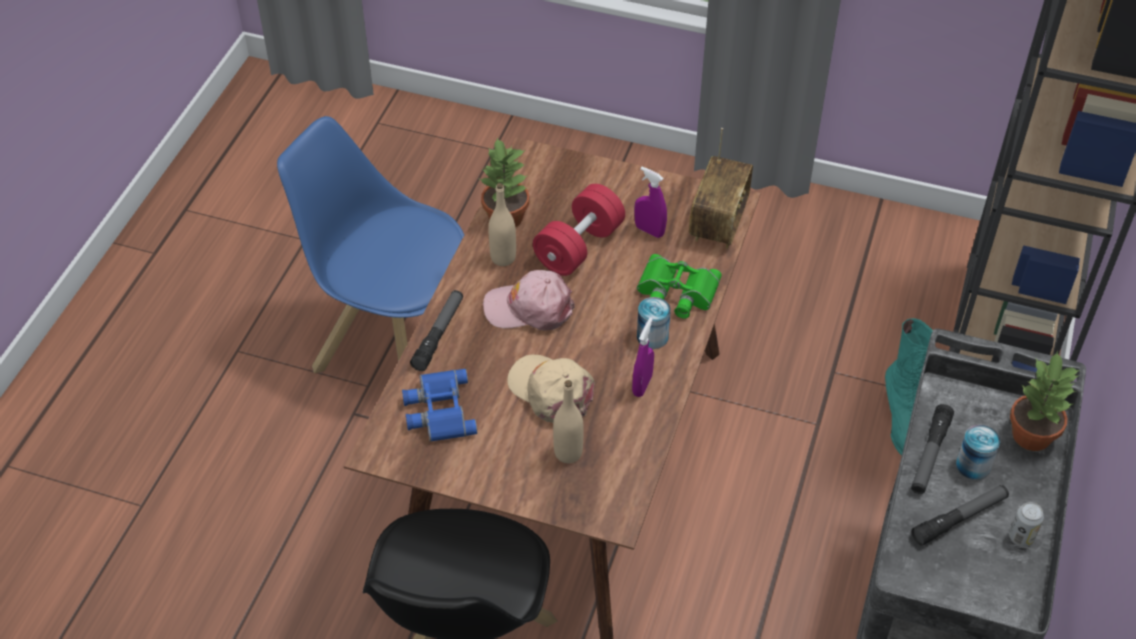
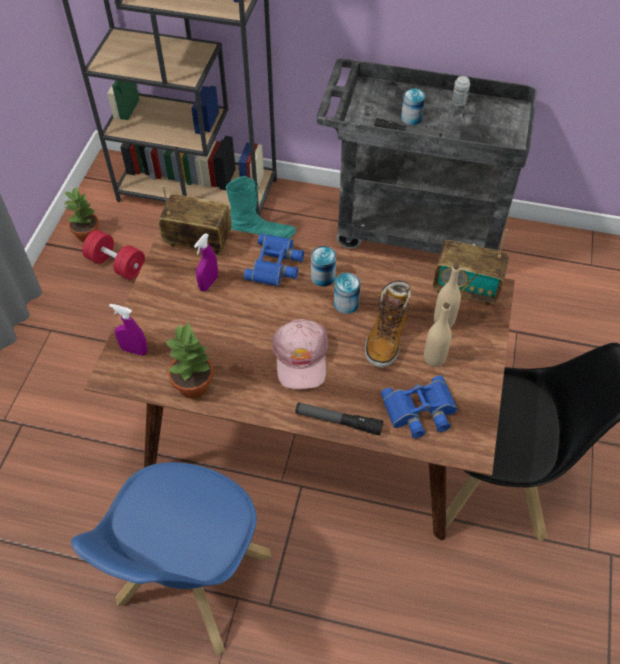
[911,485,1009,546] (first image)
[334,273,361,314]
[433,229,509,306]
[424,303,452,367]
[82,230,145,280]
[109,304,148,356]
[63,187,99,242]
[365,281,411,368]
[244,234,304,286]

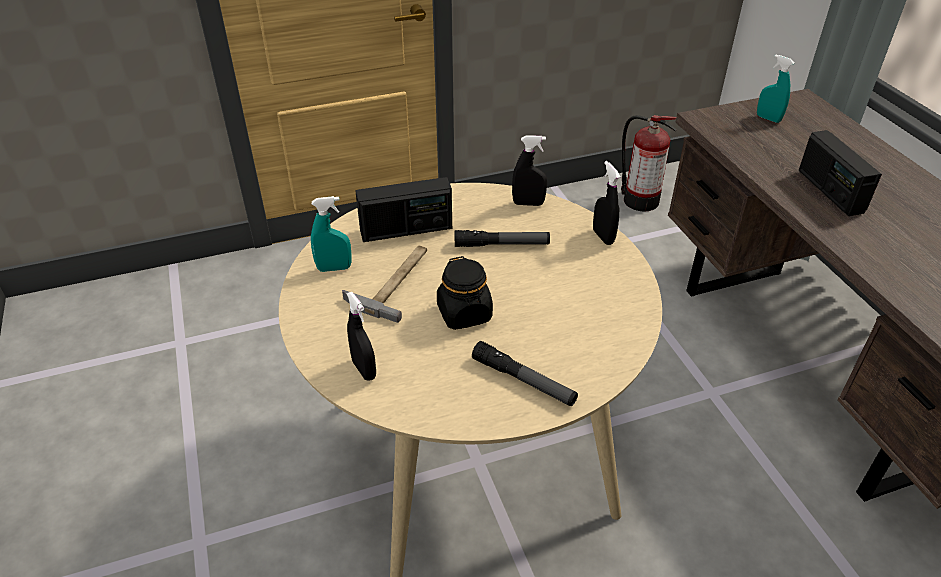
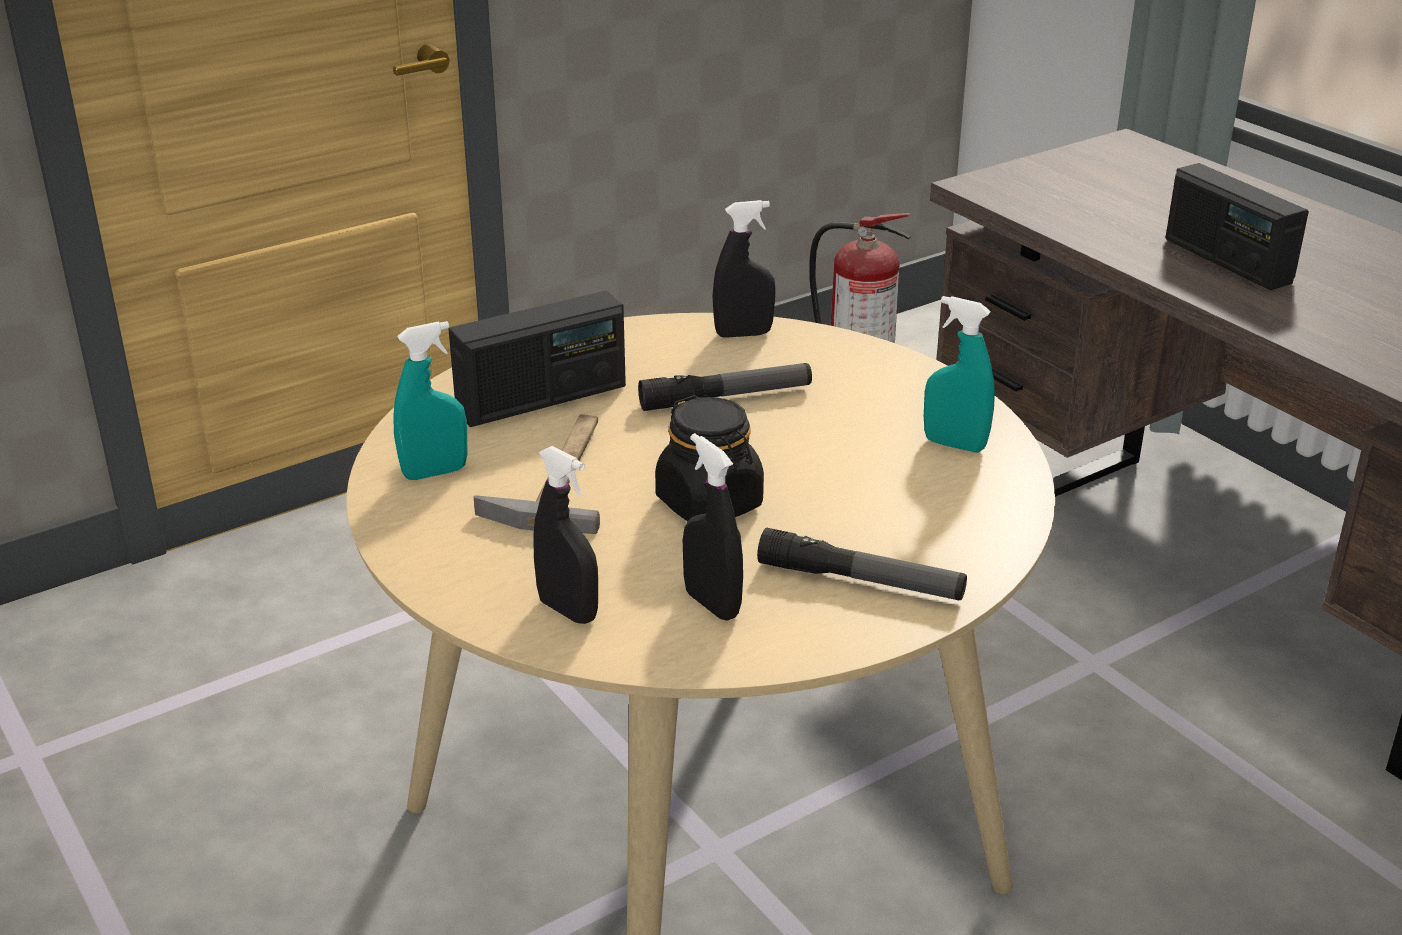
[683,433,743,621]
[924,296,995,453]

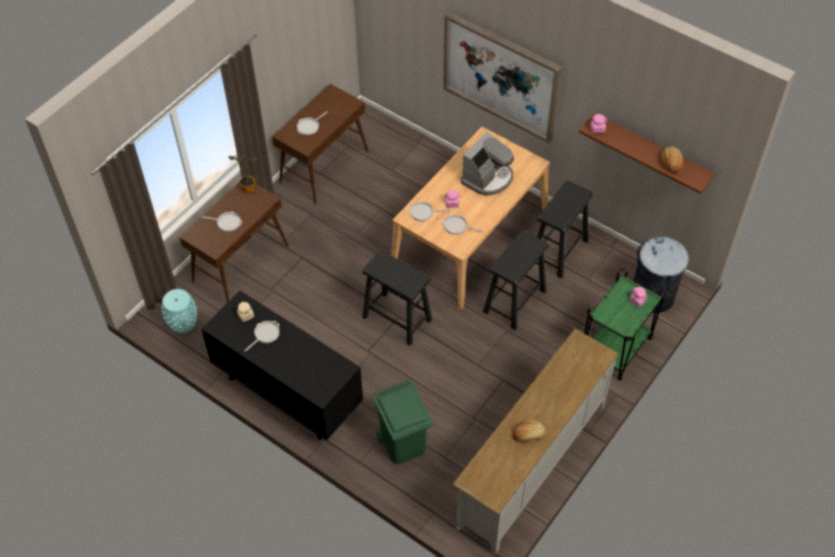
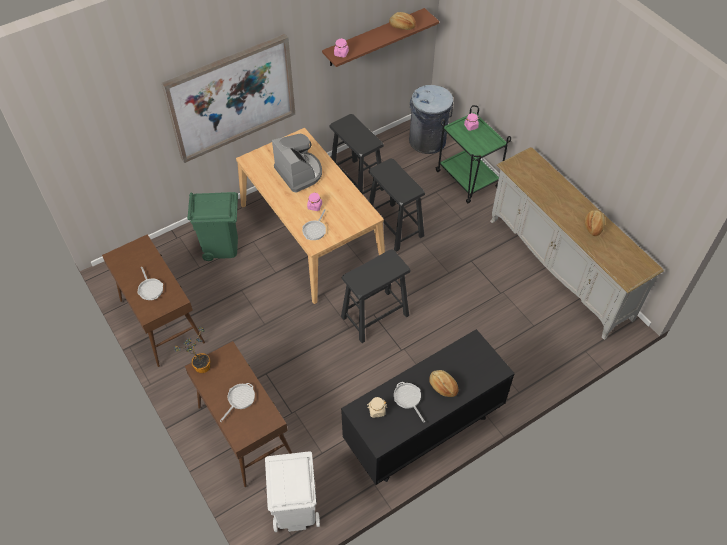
[442,214,483,235] (first image)
[429,370,458,397]
[187,192,238,261]
[265,451,320,532]

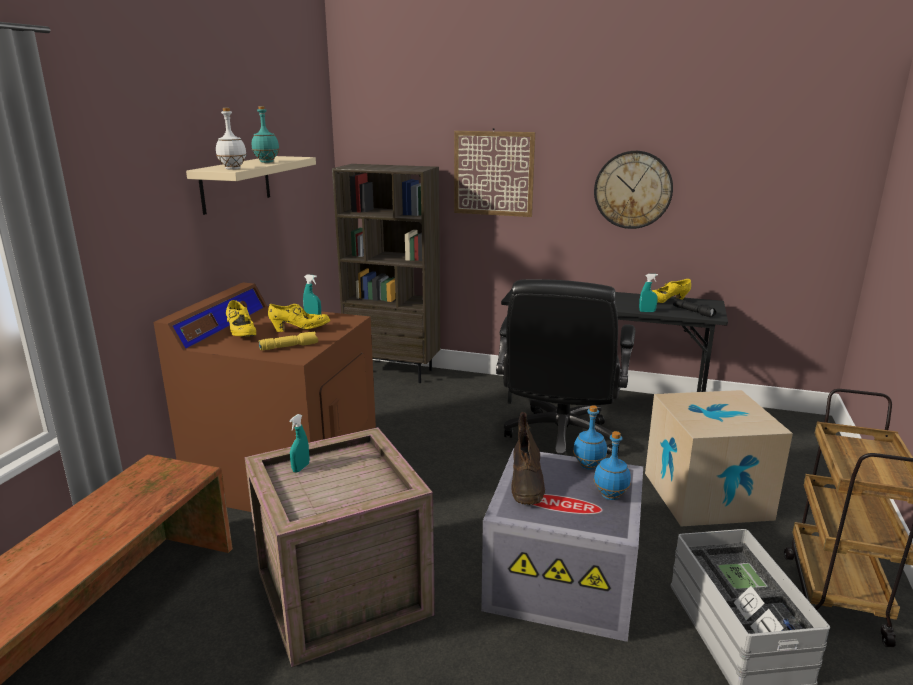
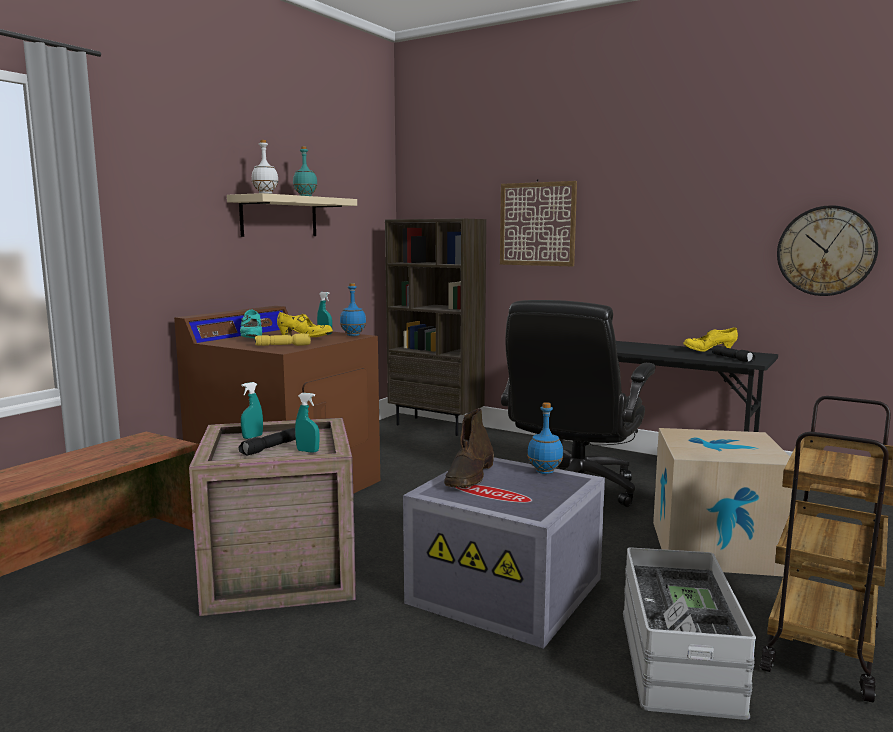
[239,428,296,456]
[777,205,878,296]
[340,283,366,336]
[295,393,320,453]
[240,310,262,338]

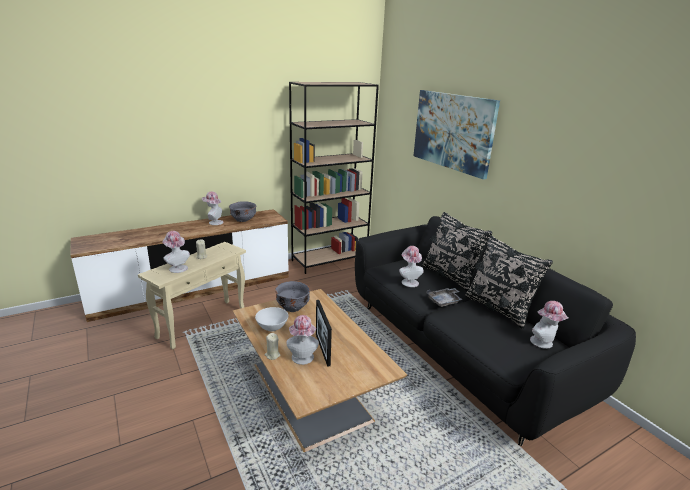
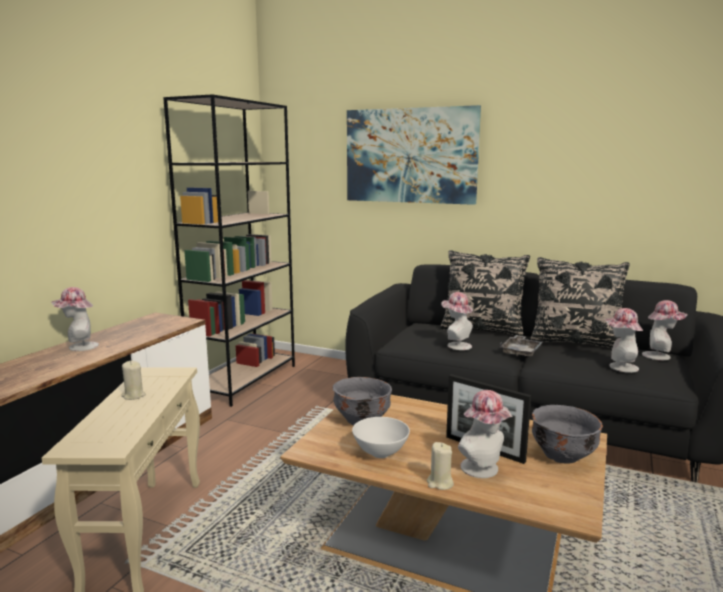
[604,308,643,373]
[532,405,603,463]

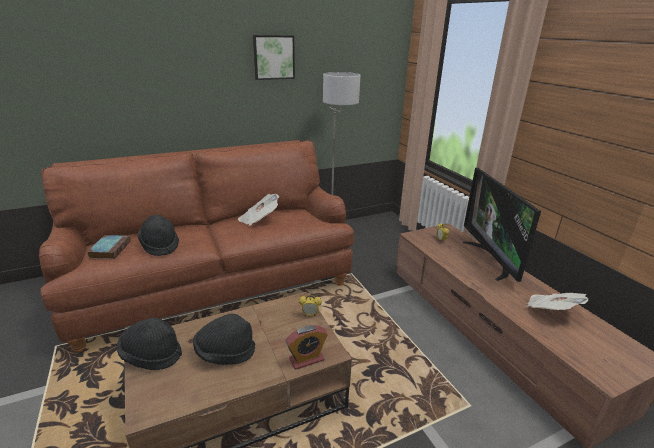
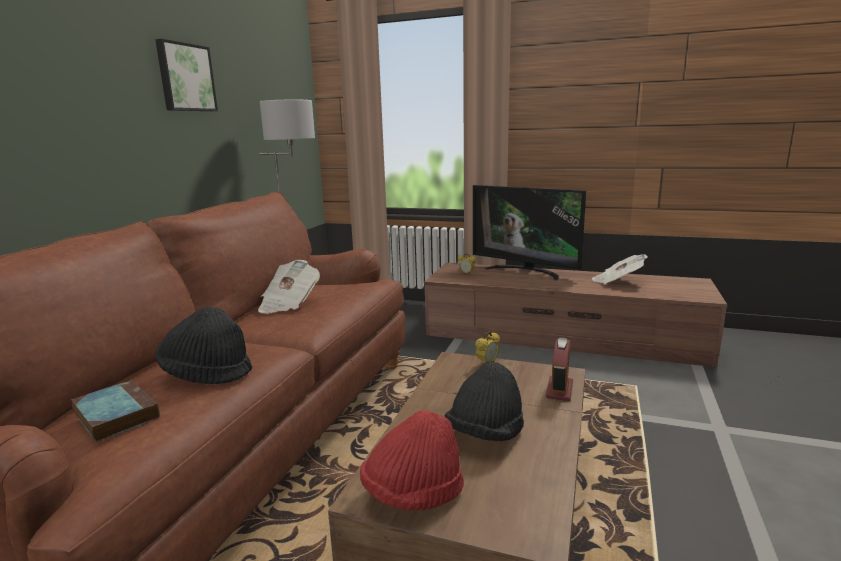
[360,411,464,511]

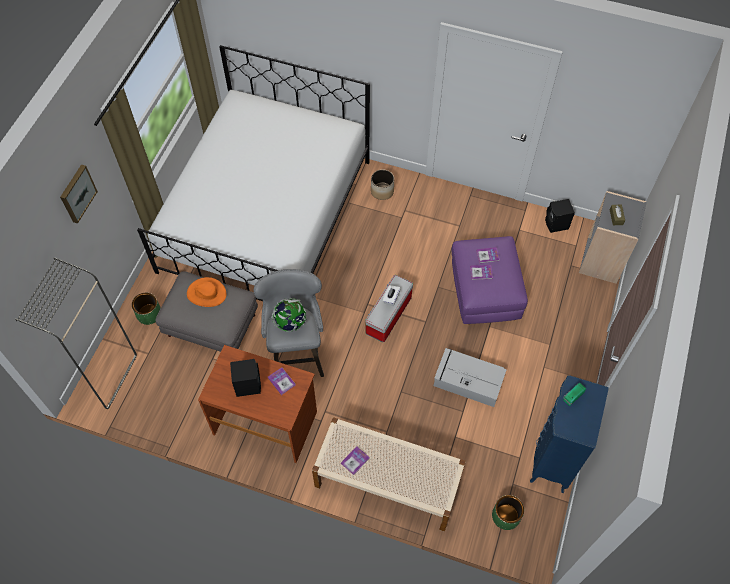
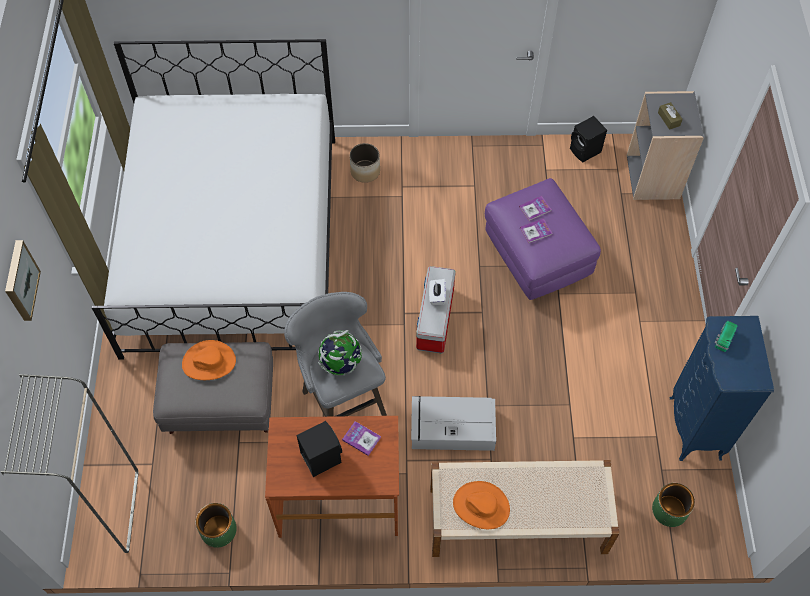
[196,503,237,548]
[411,396,496,451]
[453,481,510,529]

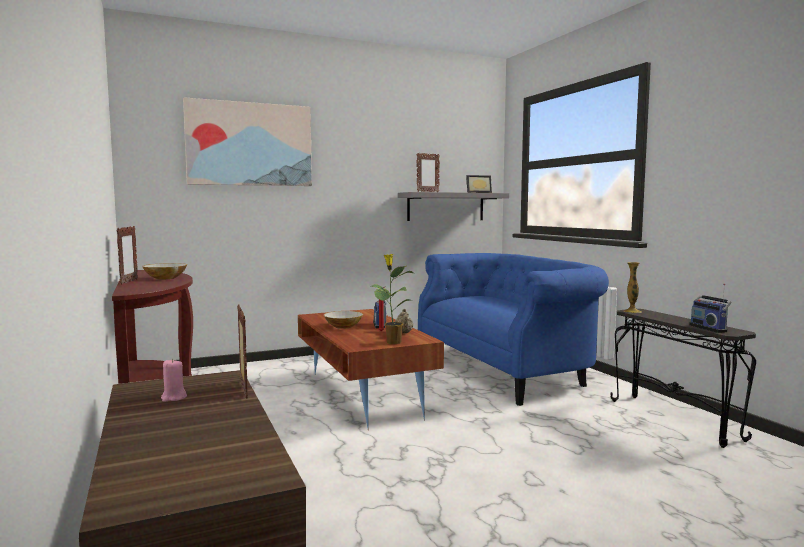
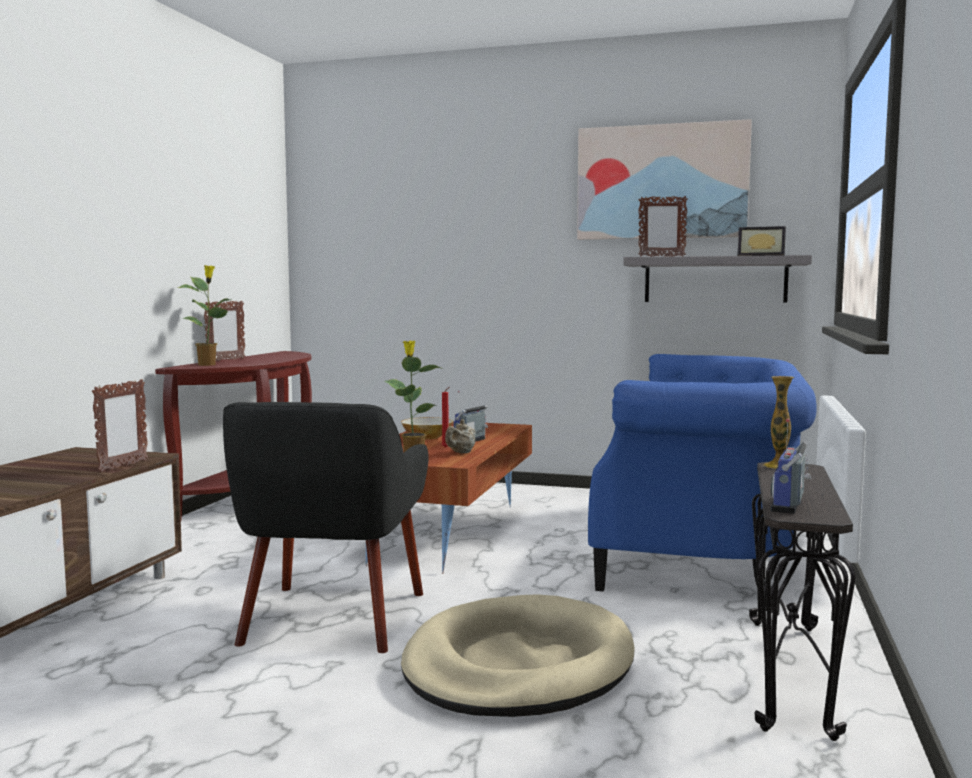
[142,263,187,279] (first image)
[161,359,187,402] (first image)
[179,265,230,366]
[223,402,429,653]
[401,595,635,717]
[577,119,752,240]

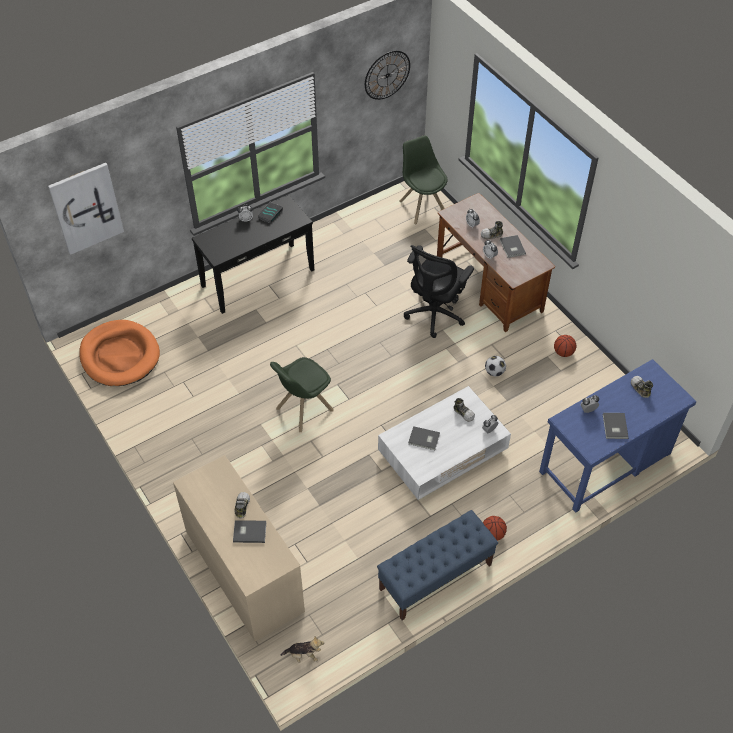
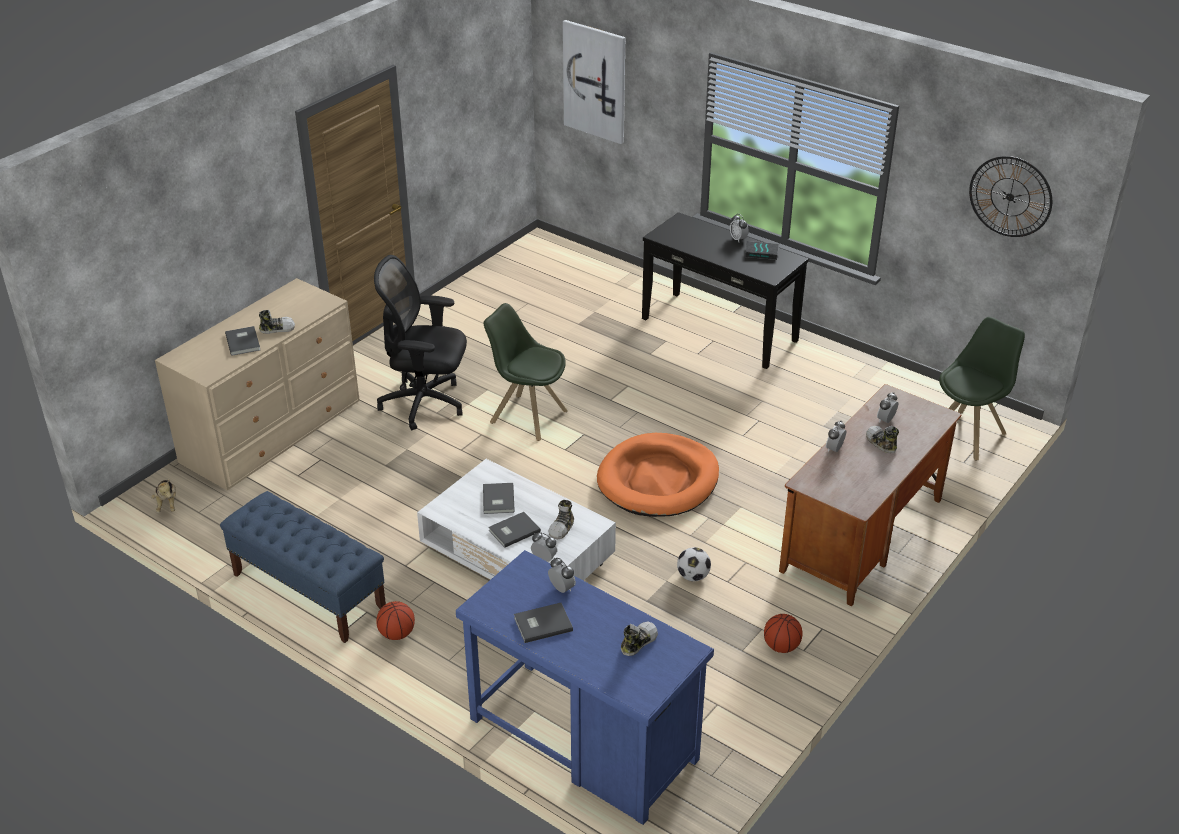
[597,433,719,517]
[374,255,467,430]
[488,512,541,548]

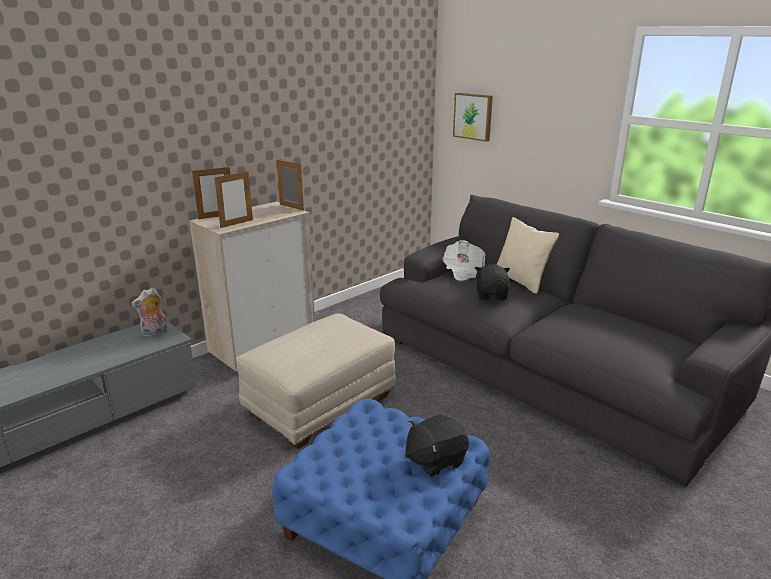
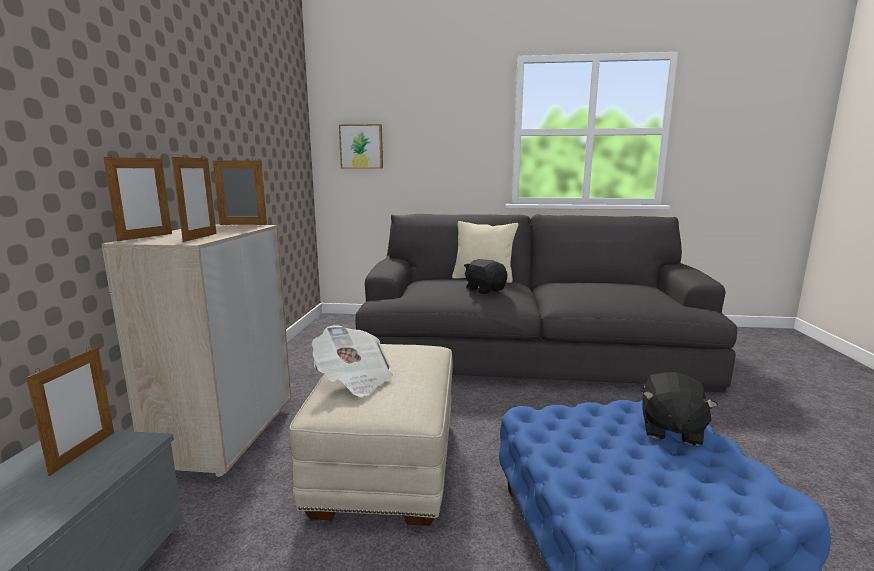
[312,325,393,397]
[26,347,114,476]

